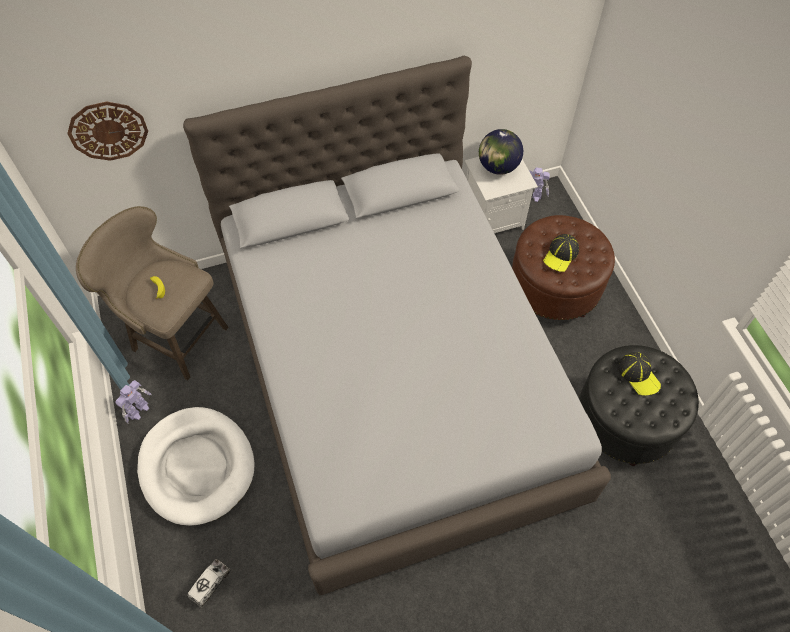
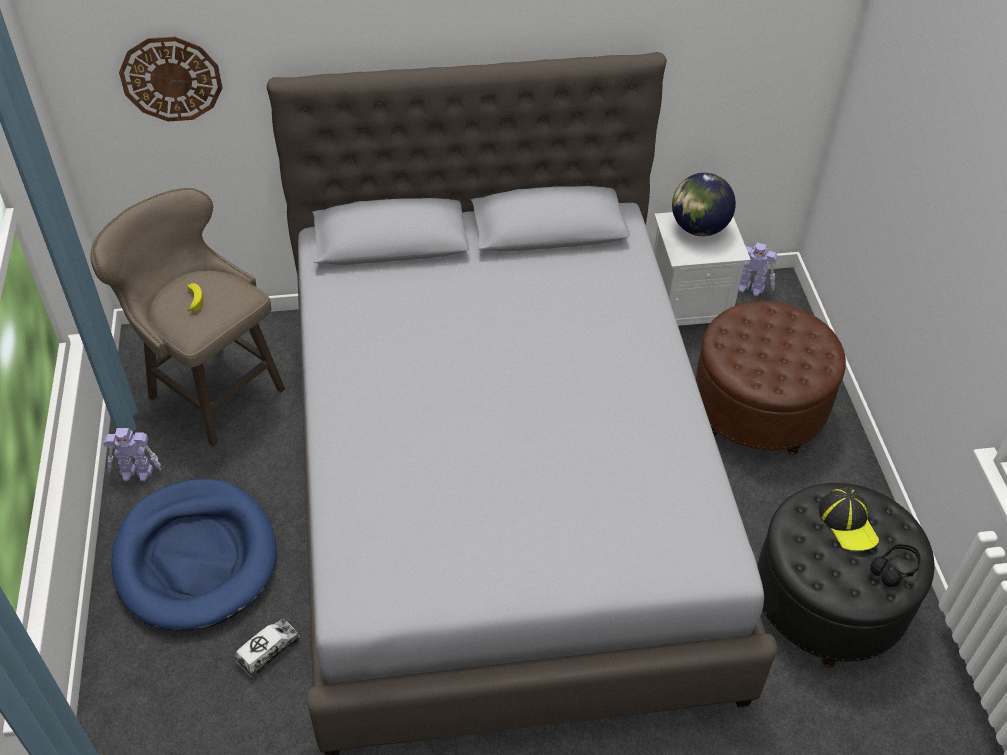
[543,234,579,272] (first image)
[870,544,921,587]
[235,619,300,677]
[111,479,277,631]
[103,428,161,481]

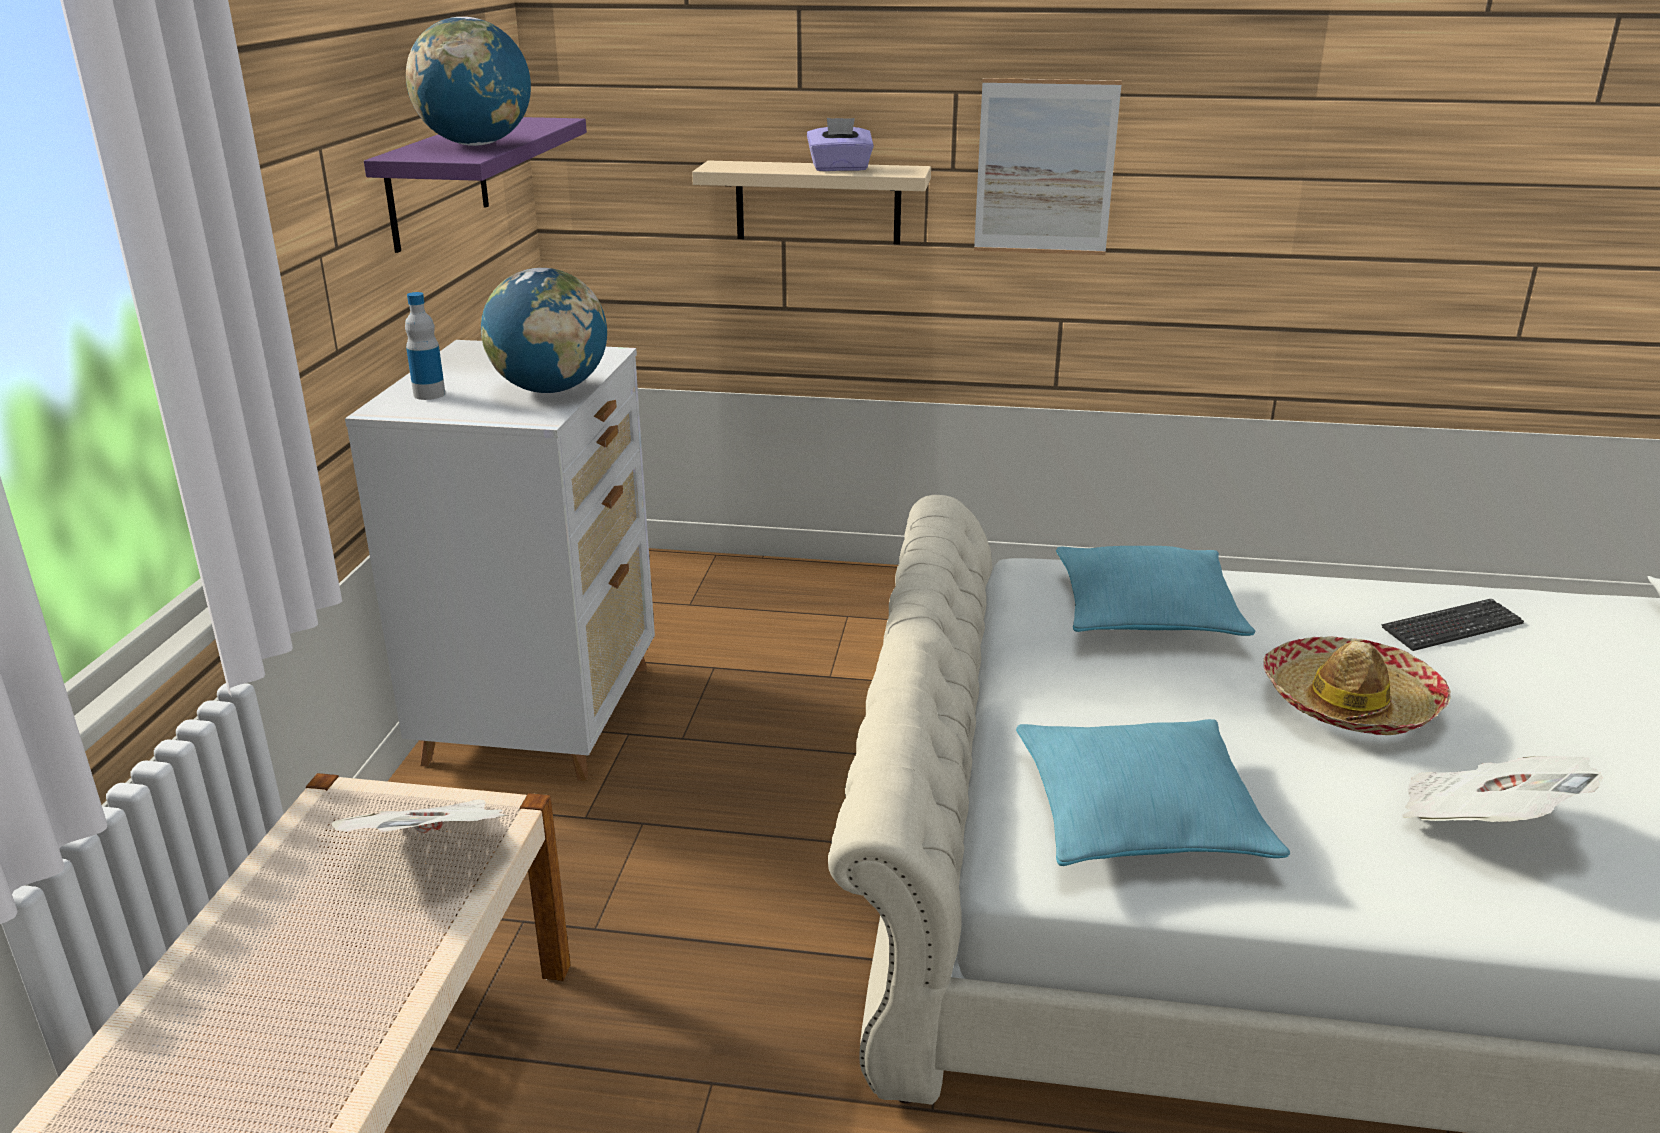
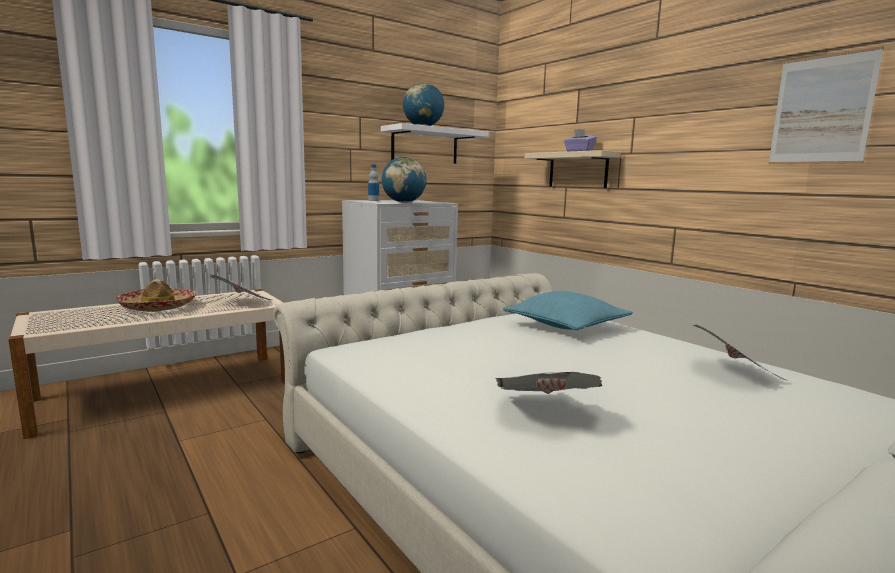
[1016,719,1290,866] (first image)
[769,46,884,164]
[115,279,197,312]
[693,324,789,381]
[381,123,489,164]

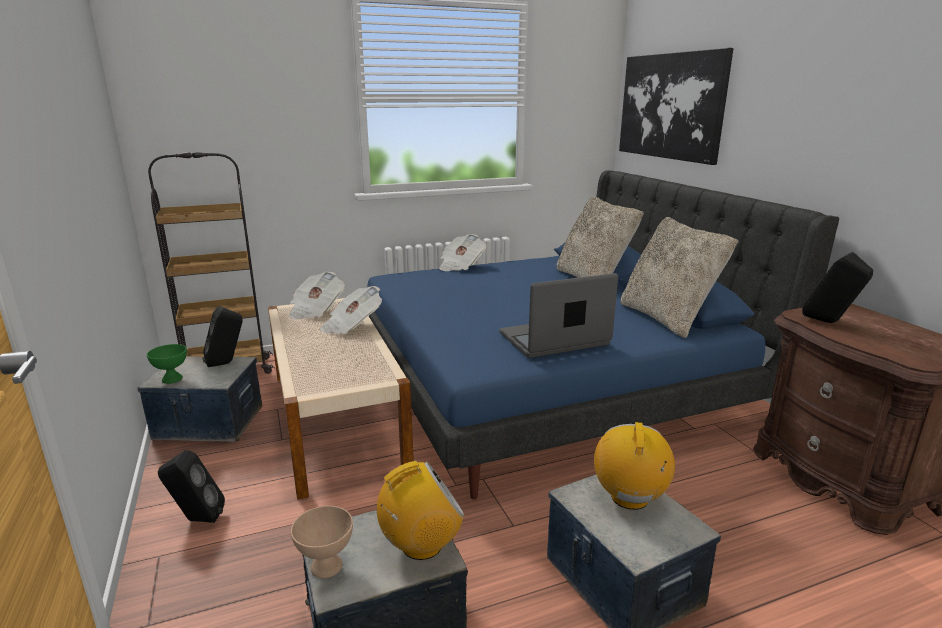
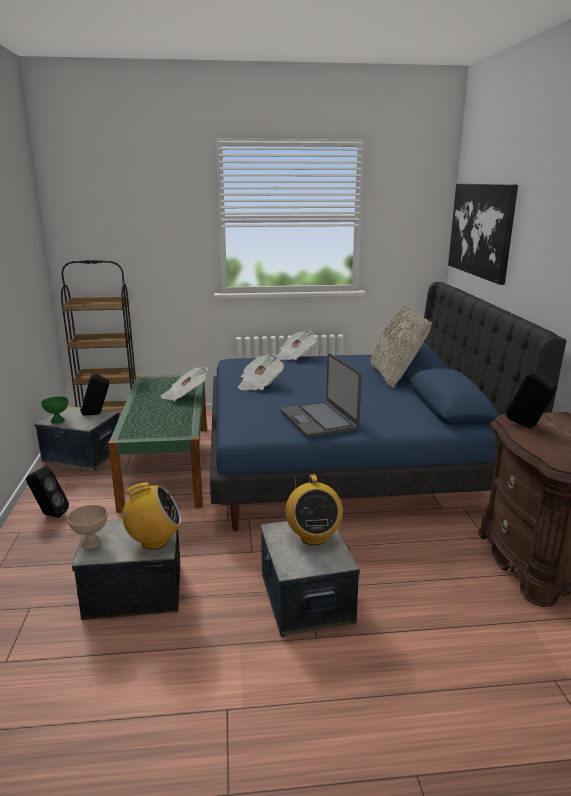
[620,217,739,338] (first image)
[238,354,284,390]
[108,375,207,513]
[280,353,362,438]
[286,474,343,545]

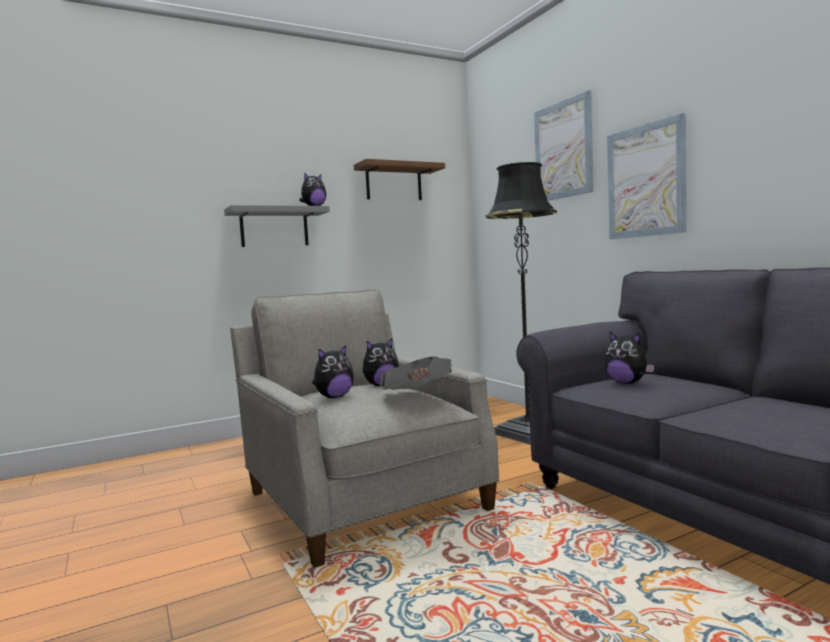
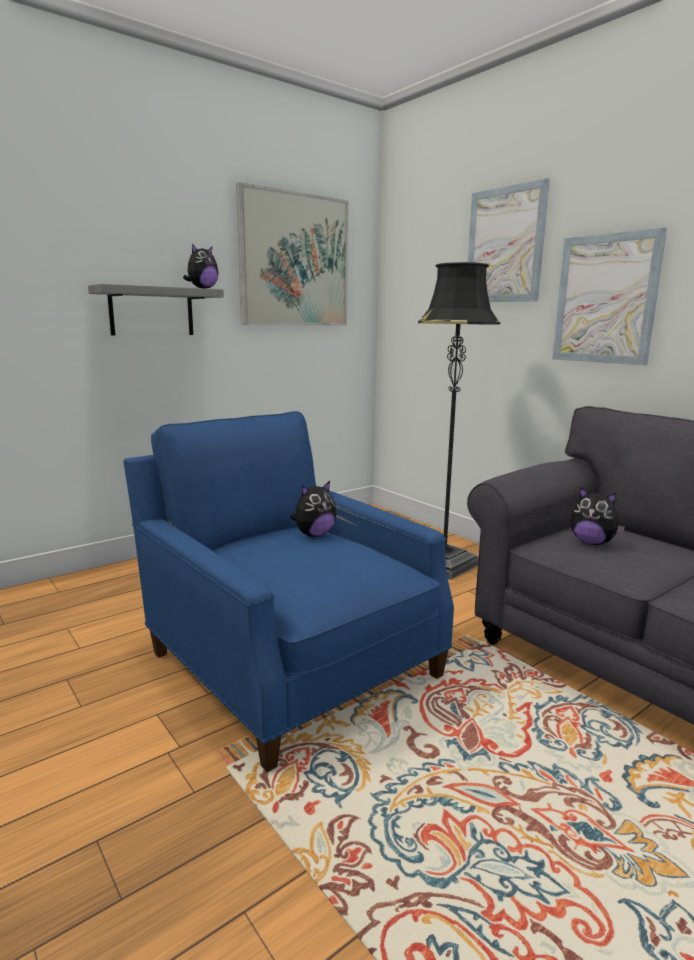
[312,345,354,398] (first image)
[380,356,452,390] (first image)
[236,182,349,326]
[123,411,454,772]

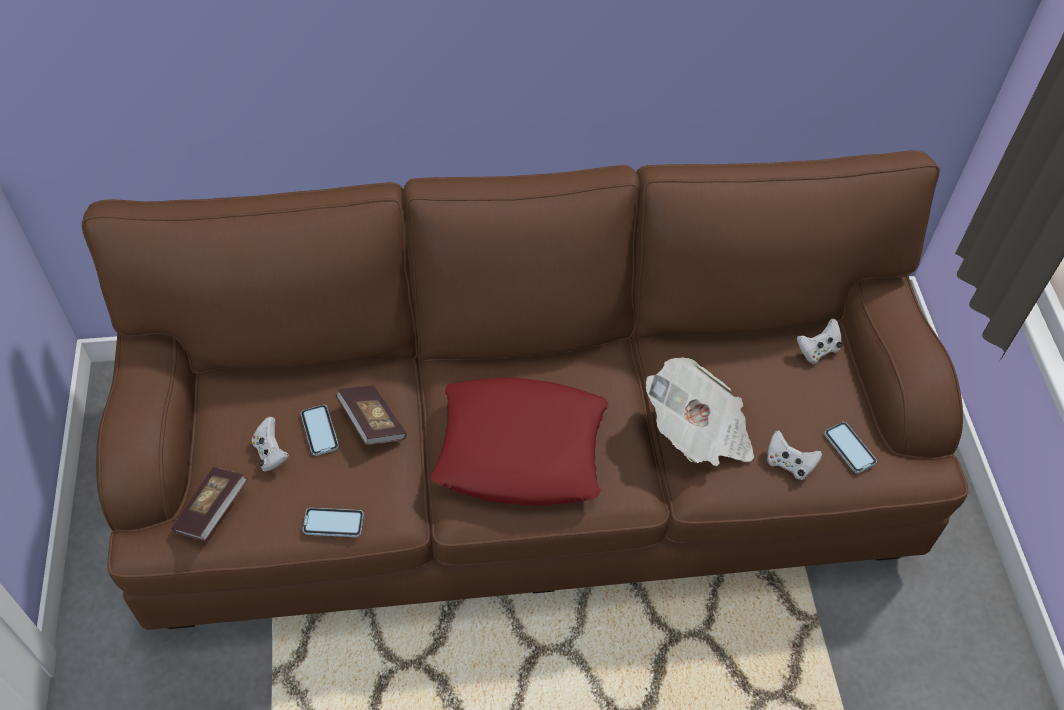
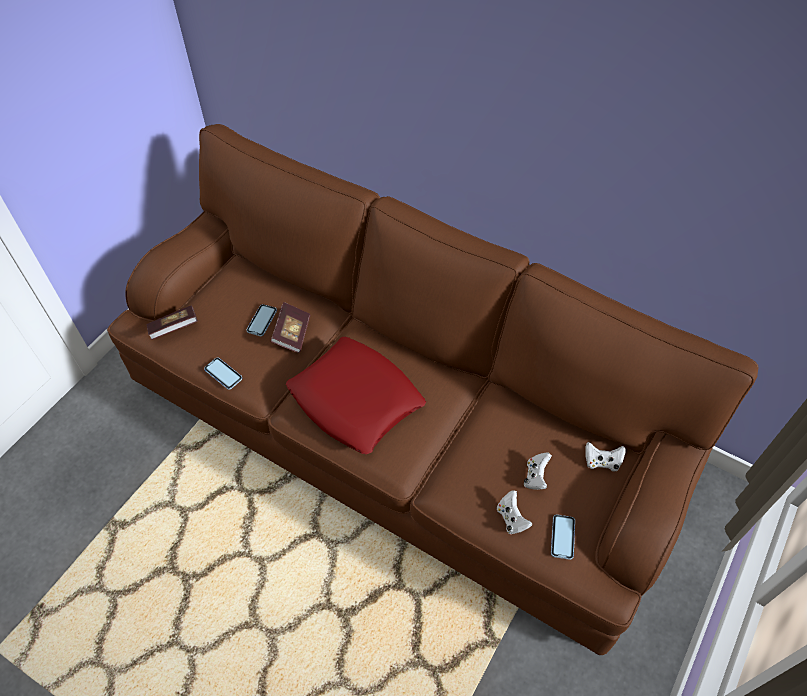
[646,357,754,466] (first image)
[524,452,552,490]

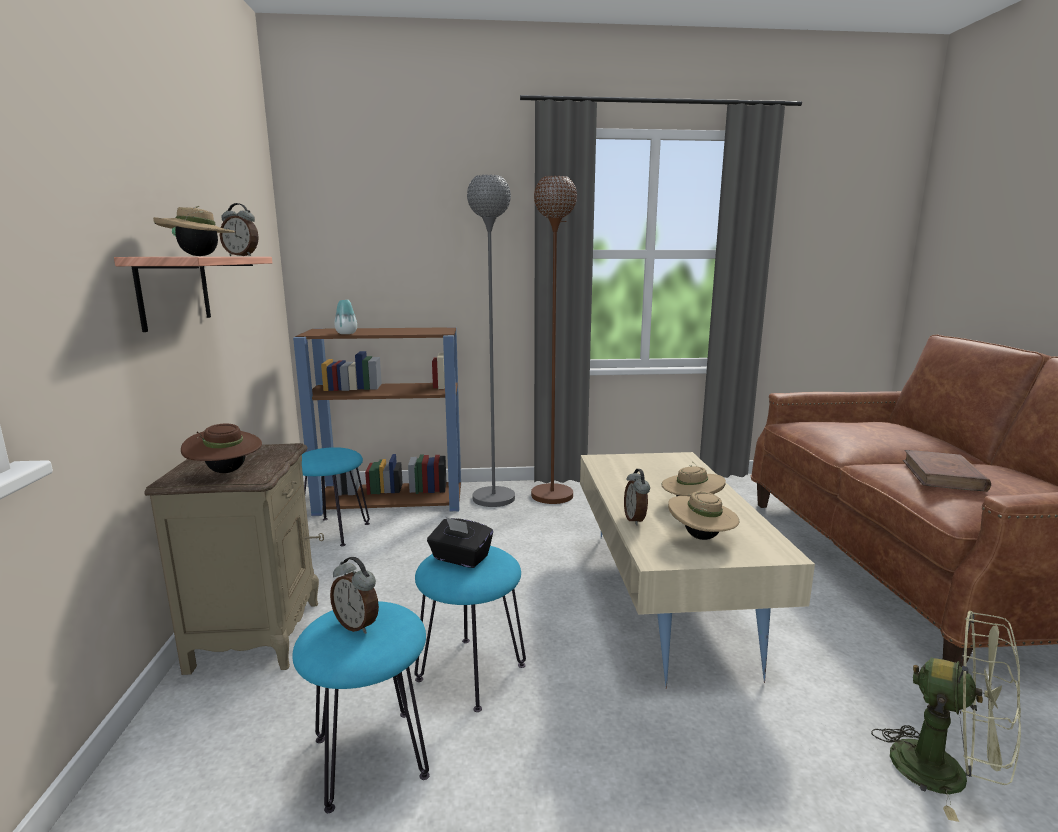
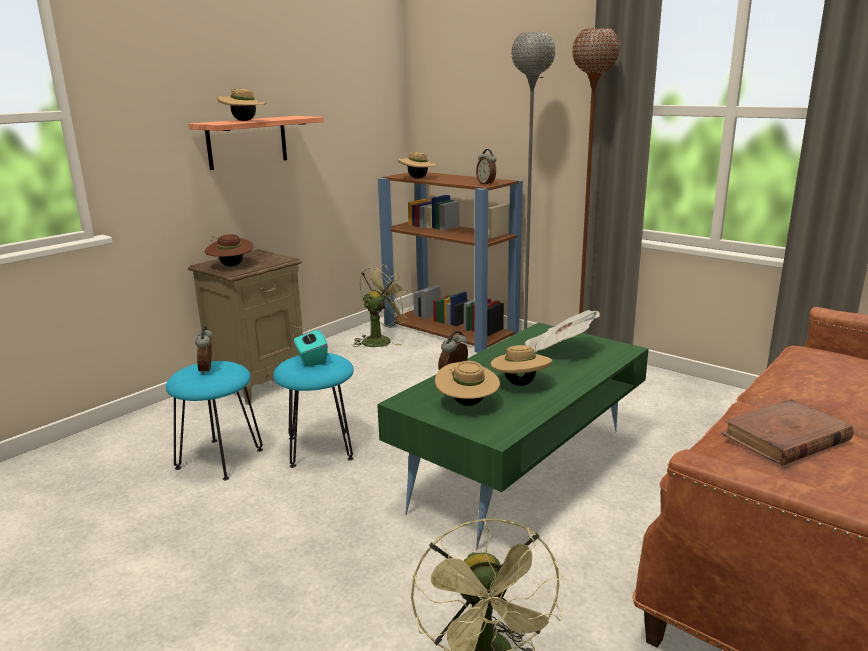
[525,310,600,353]
[476,149,496,186]
[353,264,412,347]
[398,152,437,179]
[294,328,328,367]
[377,323,648,551]

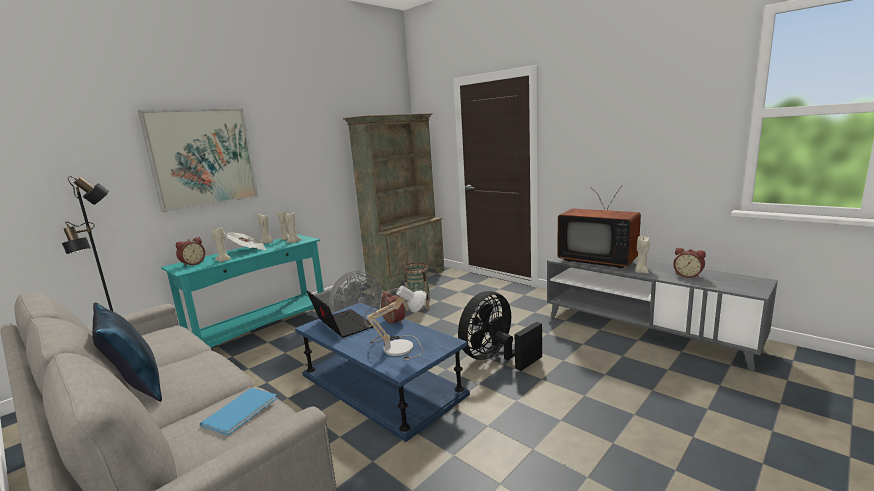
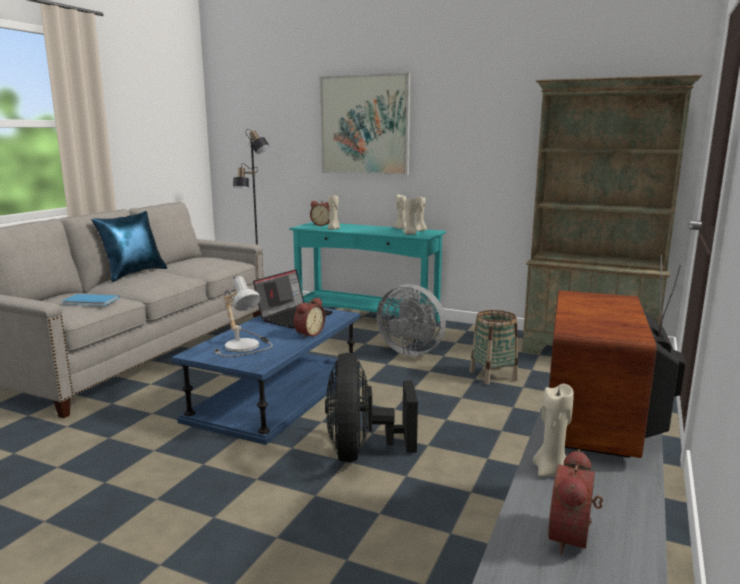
[224,232,266,250] (first image)
[325,353,418,462]

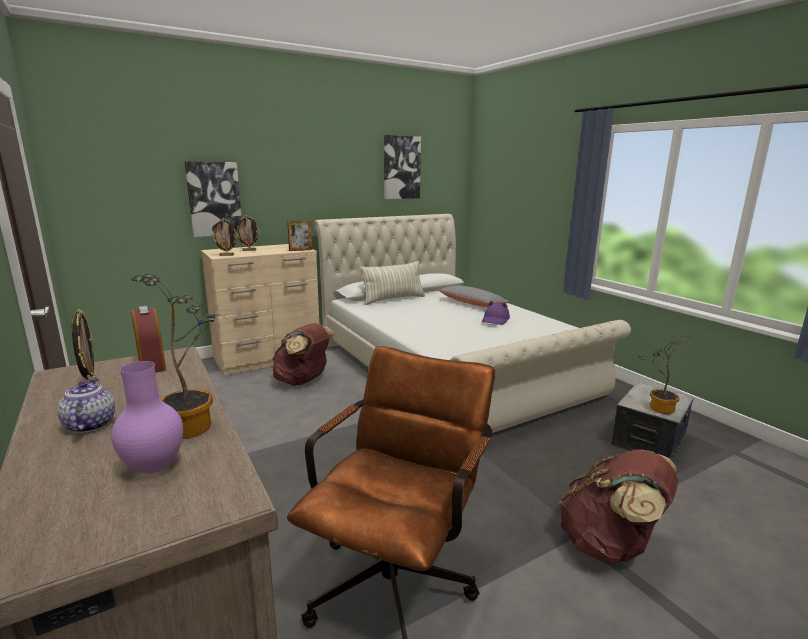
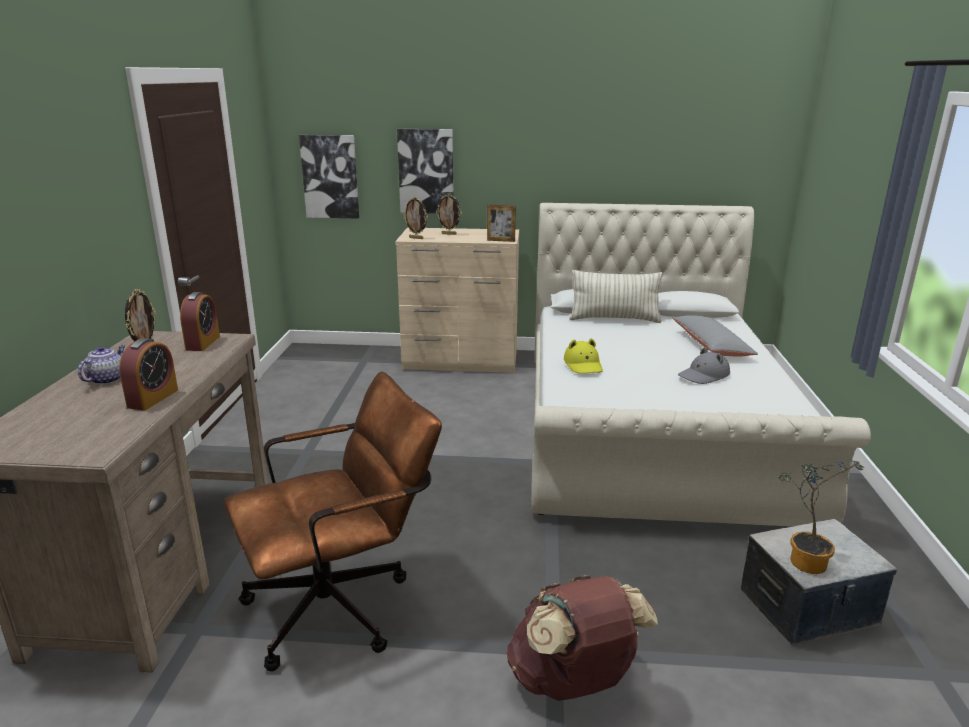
[111,361,183,474] (first image)
[273,323,335,386] (first image)
[564,339,603,374]
[299,135,359,218]
[119,338,178,411]
[678,347,730,384]

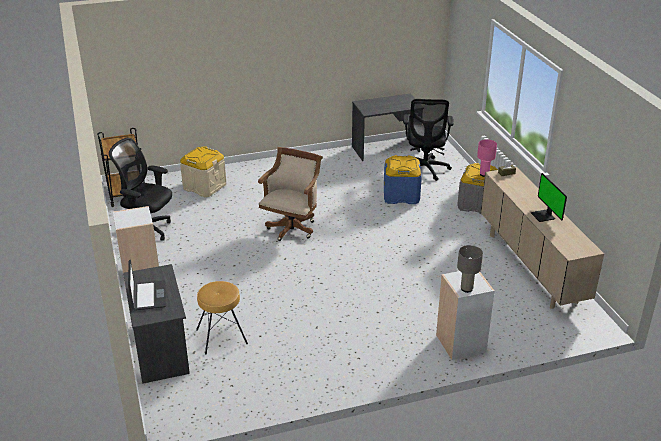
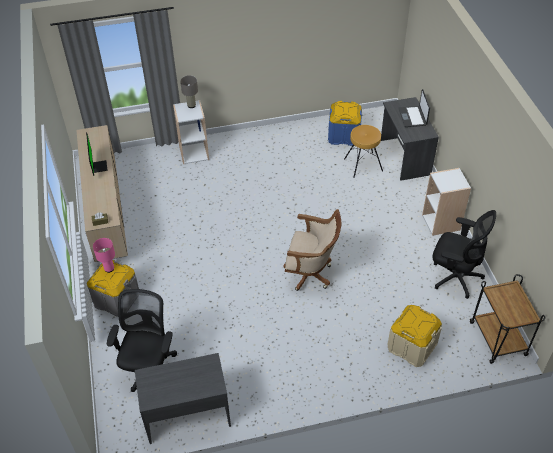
[328,101,362,146]
[283,209,341,291]

